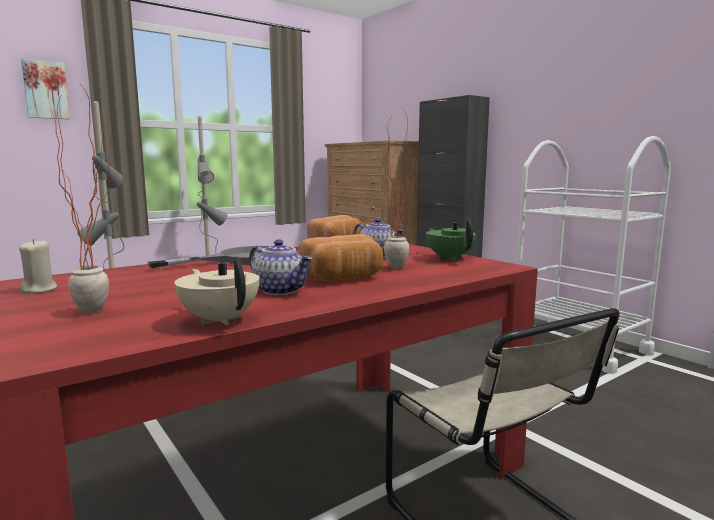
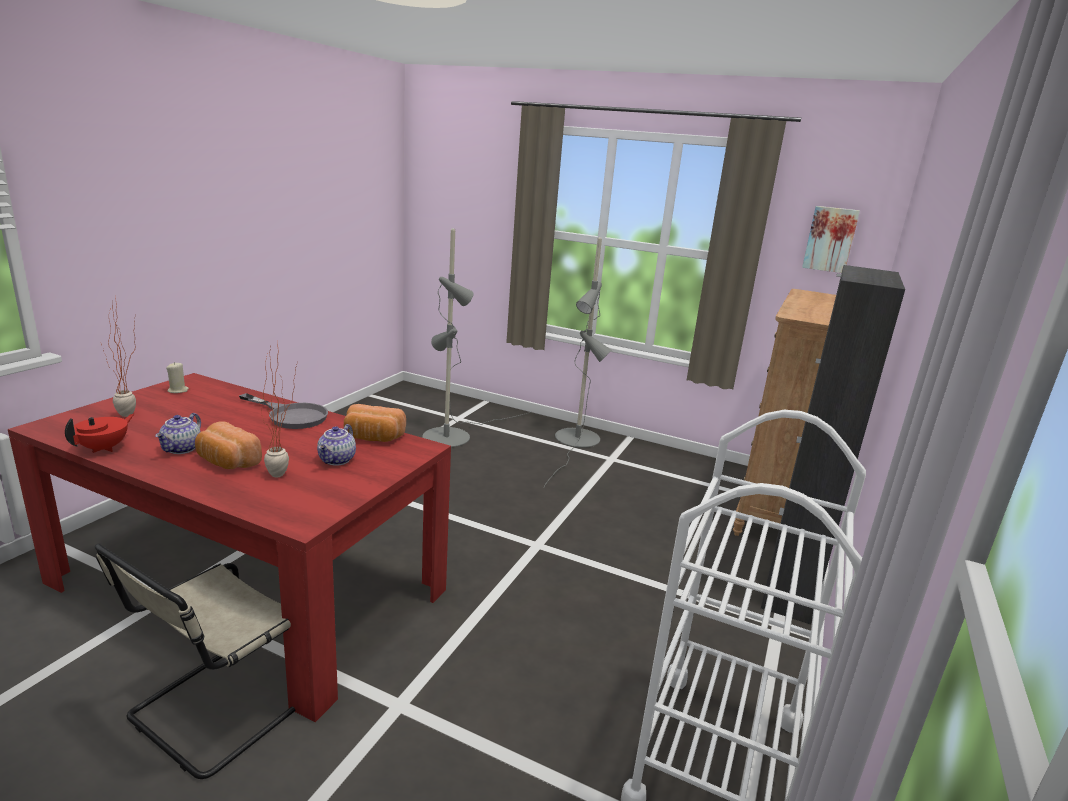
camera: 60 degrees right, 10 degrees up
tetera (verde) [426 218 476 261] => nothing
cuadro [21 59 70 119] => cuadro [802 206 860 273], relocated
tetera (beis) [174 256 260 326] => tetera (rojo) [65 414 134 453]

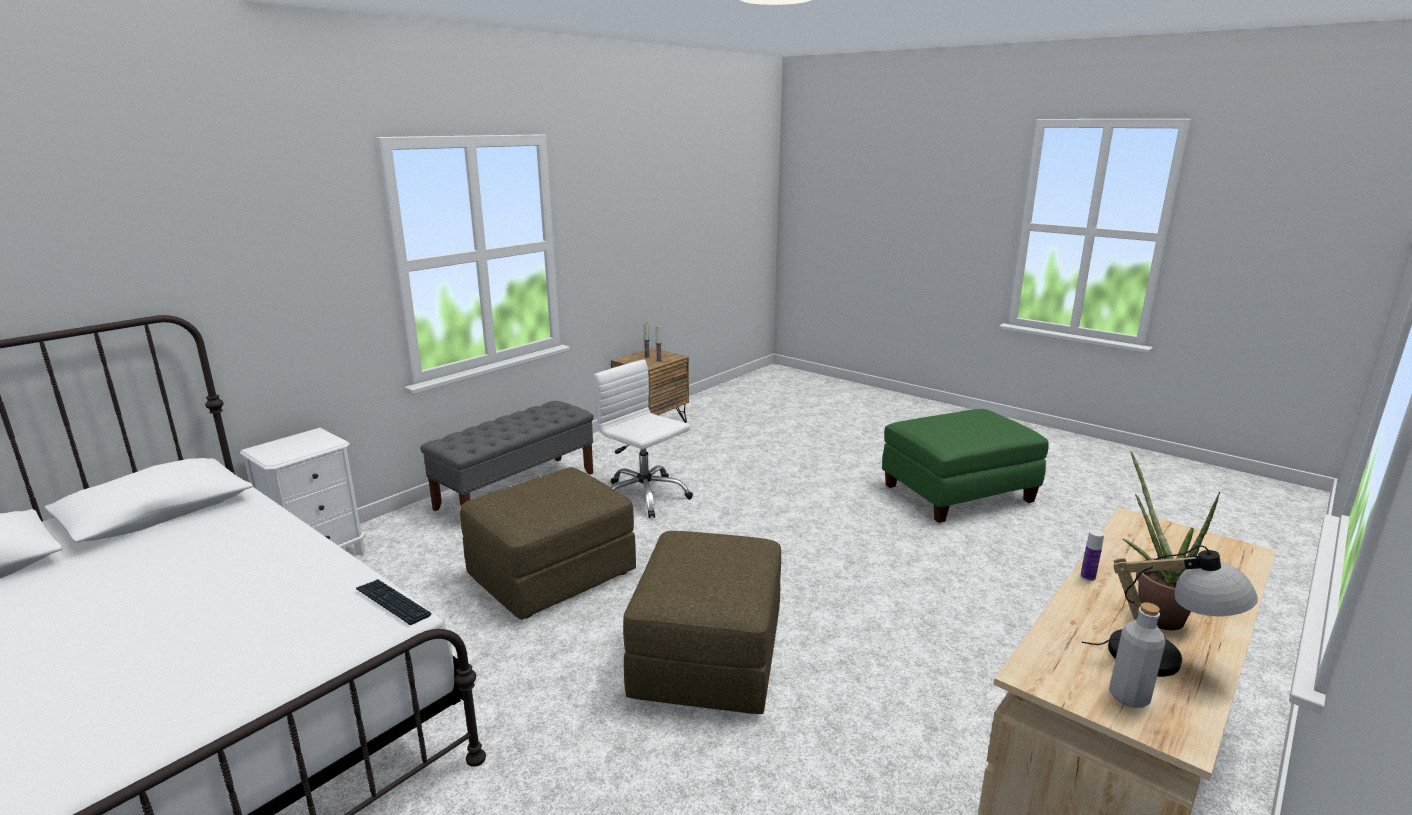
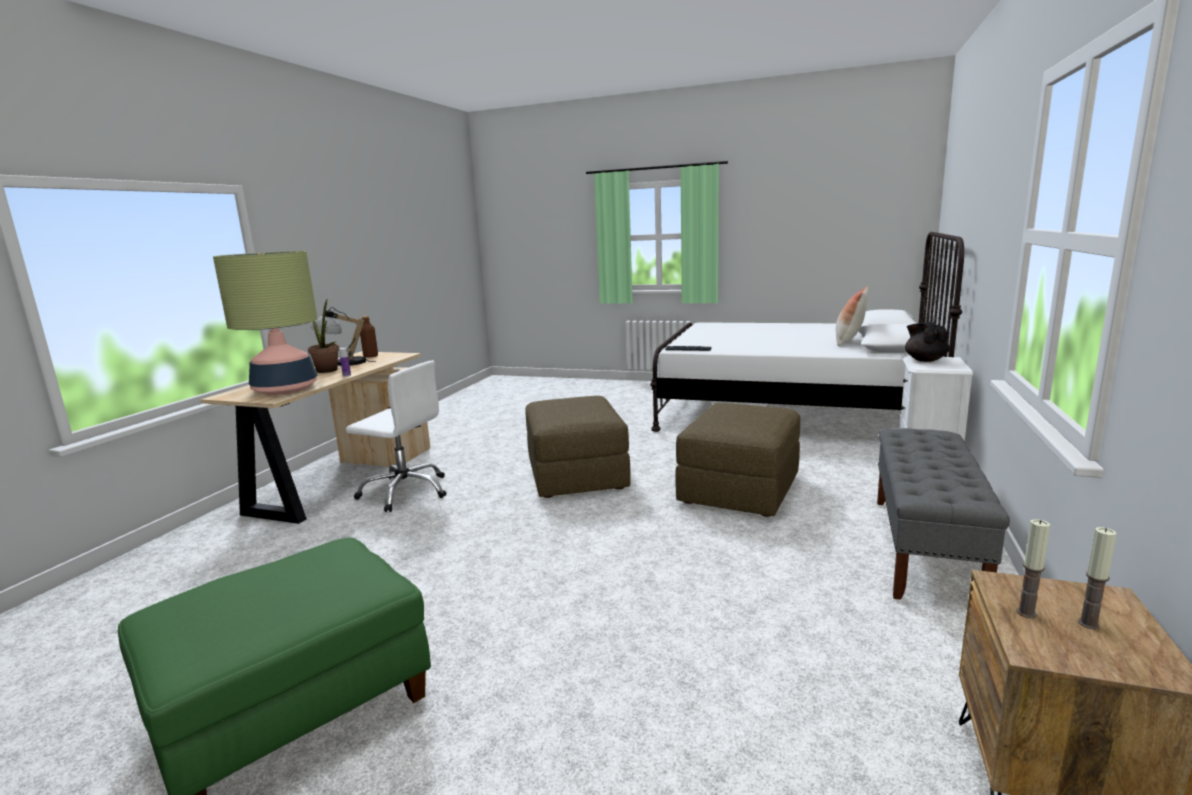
camera: 160 degrees right, 5 degrees down
nothing => lámpara de mesa [213 251 318 395]
nothing => cojín [836 286 868 346]
nothing => tetera (negro) [905 322 949 362]
silla de oficina (blanco) [594 359 693 518] => silla de oficina (blanco) [346 360 447 512], relocated
botella (gris) [1109 602 1165 708] => botella (marrón) [360 316 378 358]

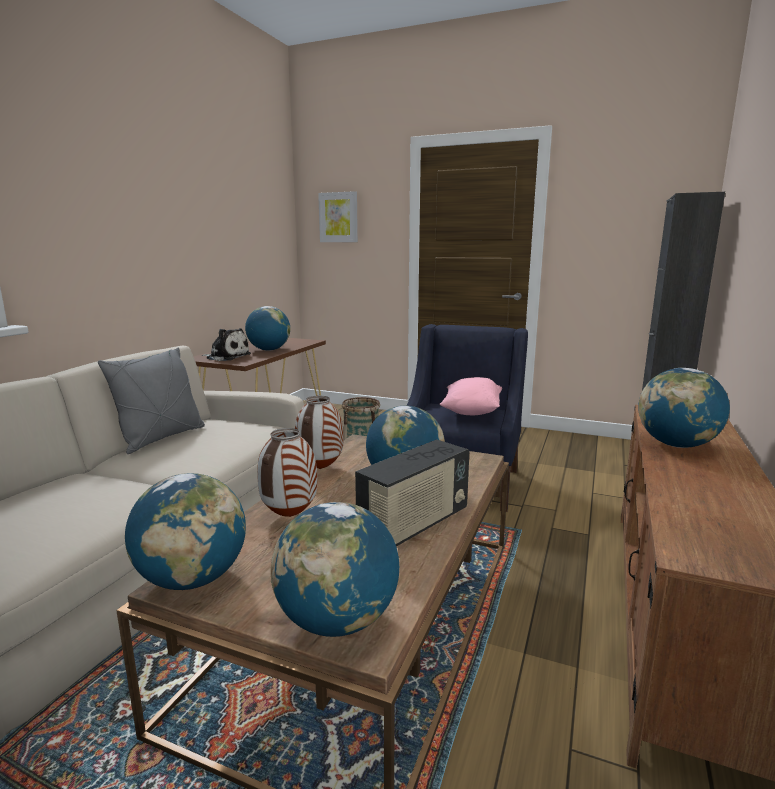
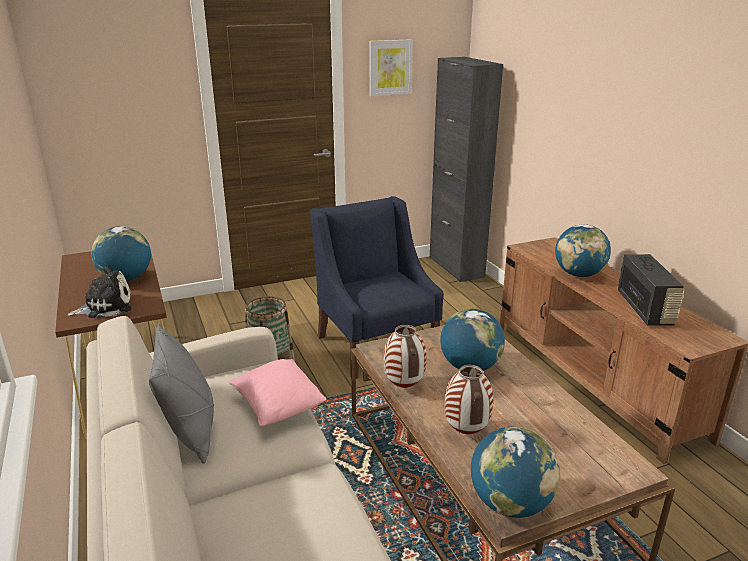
camera: 45 degrees left, 10 degrees up
globo terráqueo [271 502 399 637] => nothing
cuadro [318 191 358 242] => cuadro [369 39 413 96], relocated
radio [355 439 469 546] => radio [618 254 684 326], relocated
cojín (rosa) [440 377 502 415] => cojín (rosa) [228 359 326 426], relocated

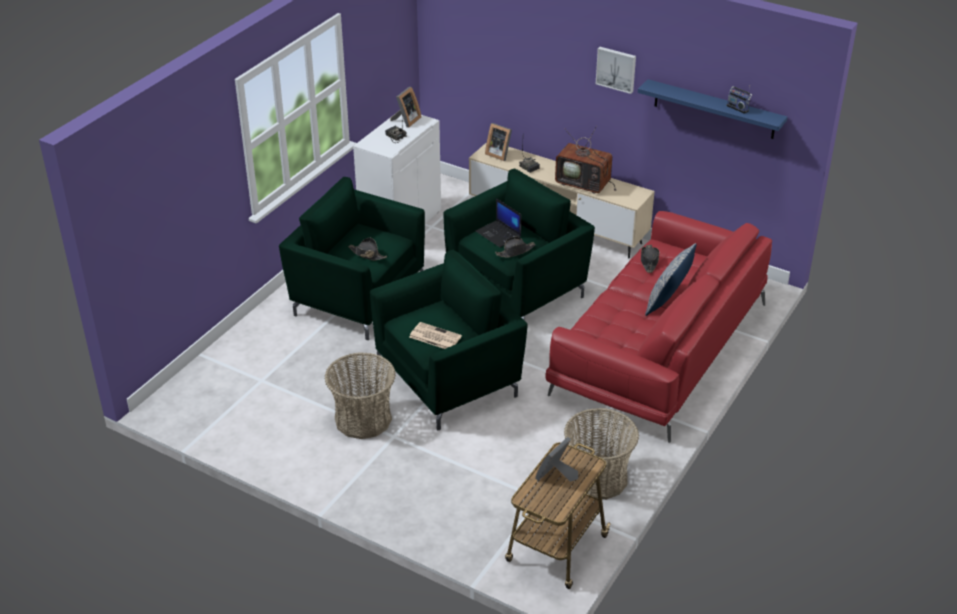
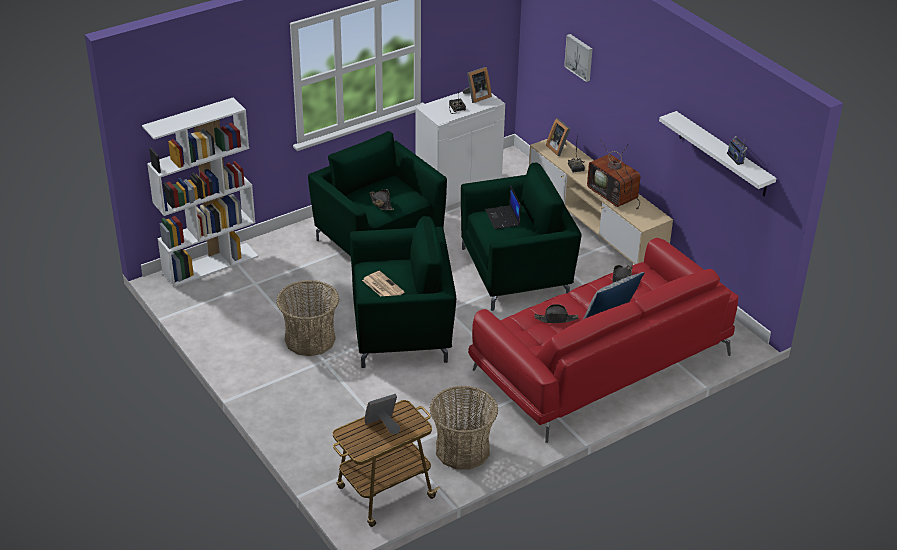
camera: 25 degrees right, 0 degrees up
nothing => estantería (blanco) [142 98 258 288]
sombrero (negro) [495 237 535 258] => sombrero (negro) [535 304 578 323], relocated
cuadro [596 47 636 94] => cuadro [564 34 592 82], relocated
estante (azul) [638 79 787 139] => estante (blanco) [659 111 776 197]

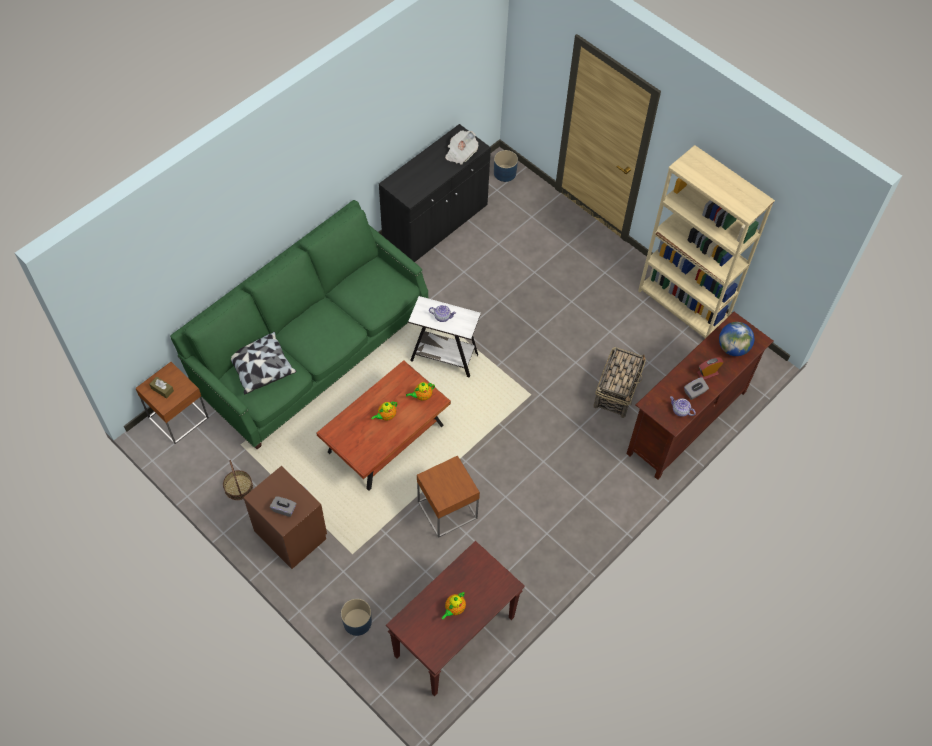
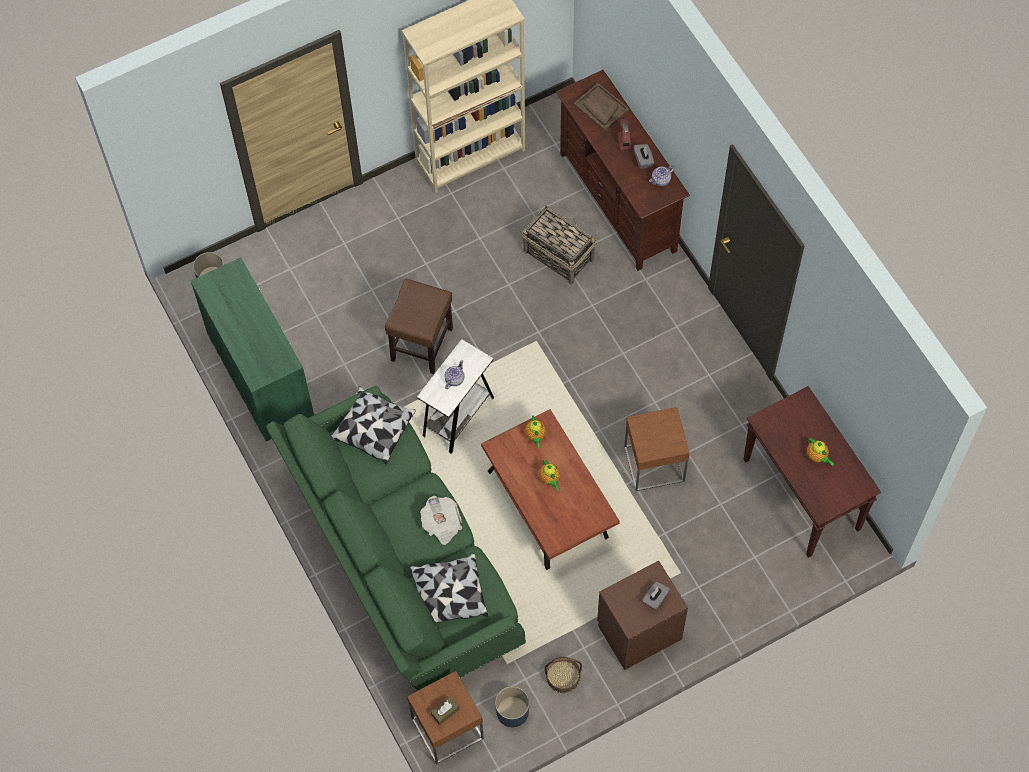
camera: 70 degrees left, 5 degrees up
nothing => cojín [331 386 416 464]
nothing => taburete (marrón) [385 279 453 374]
maceta (azul) [341 599 372 636] => maceta (azul) [495 686 529 727], relocated
periódico [445 130 478 165] => periódico [420 496 462 545], relocated
globo terráqueo [719 322 754 356] => bandeja (marrón) [573 83 629 132]
armario (negro) [379 124 491 262] => armario (verde) [191 257 314 441]

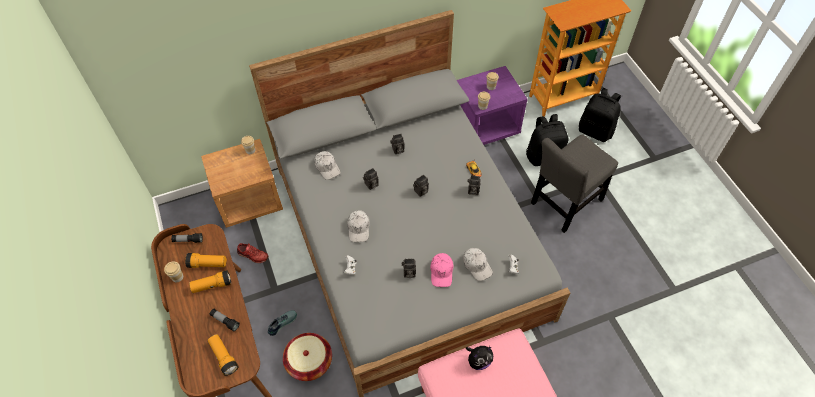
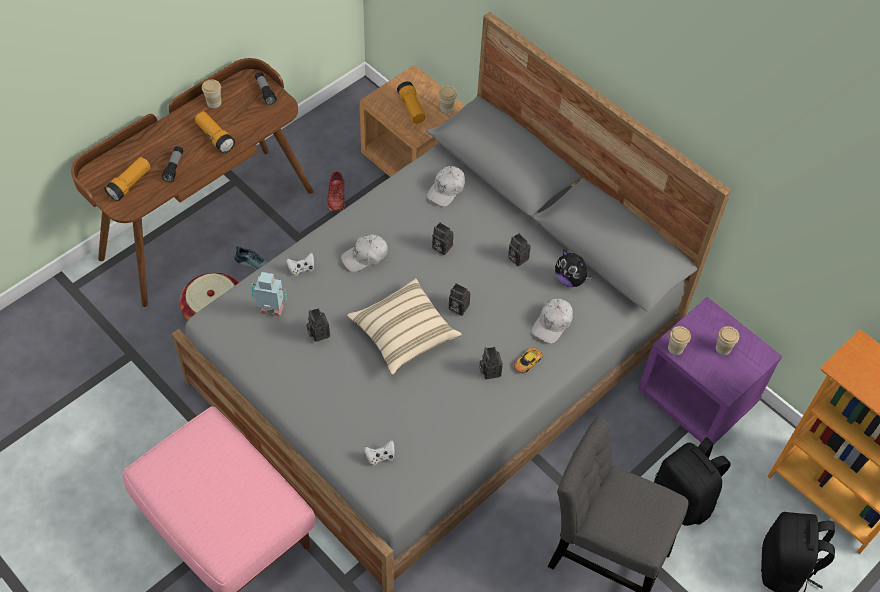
camera: 65 degrees right, 0 degrees up
gorra (rosa) [430 253 454 287] => nothing
nothing => robot de juguete [251 272 287 316]
nothing => cojín (beis) [347 278 462 375]
linterna [185 253 227 268] => linterna [397 81 425 123], relocated
gorra (blanco) [463 248 493 281] => gorra (blanco) [531 299 573 344], relocated
peluche [466 346 493 370] => peluche [555 250 592 287], relocated

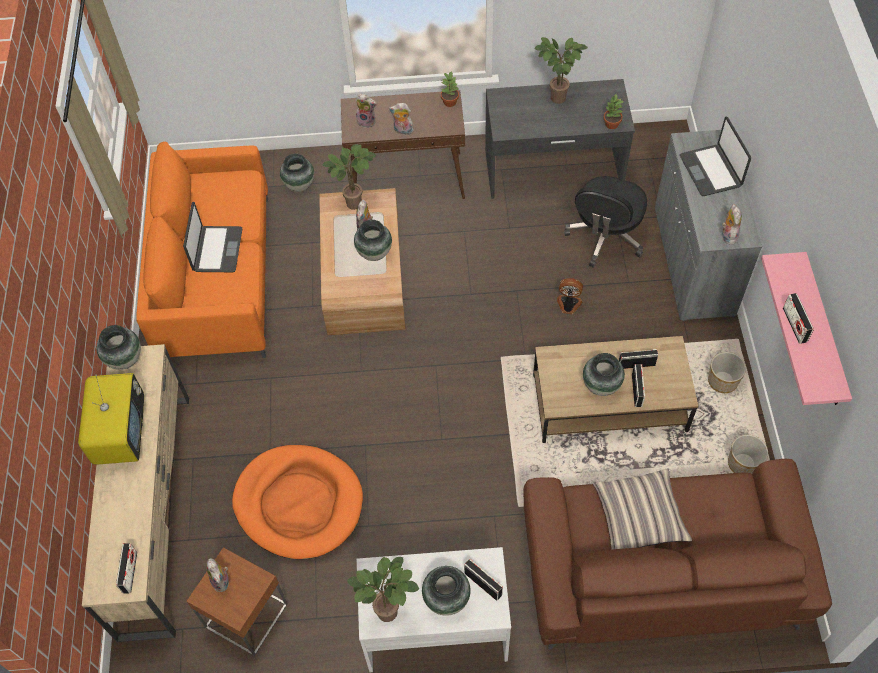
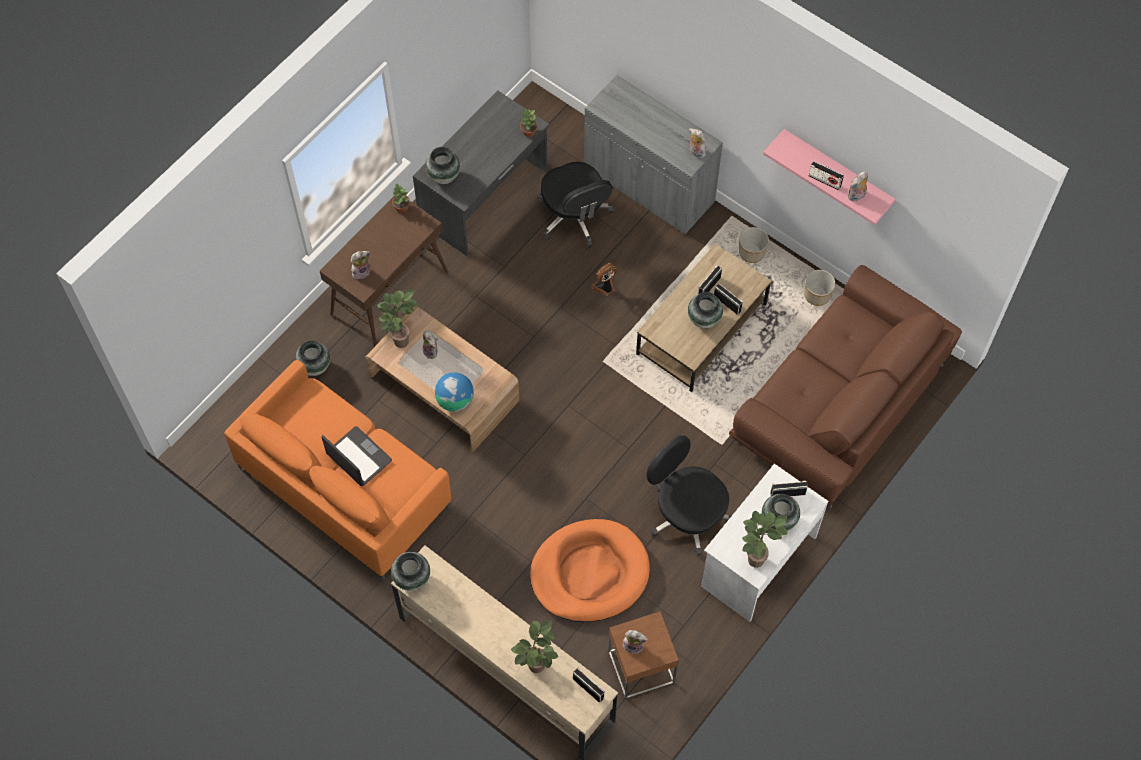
camera: 50 degrees left, 5 degrees up
televisor [78 373 144 465] => nothing
cojín [593 468 692 550] => nothing
portátil [680 117 751 196] => nothing
nothing => globo terráqueo [435 373 474 412]
nothing => silla de oficina (negro) [647 435 731 556]
florero [354 220 392 261] => florero [425 147 460 184], relocated
peluche [389 103 414 135] => peluche [848 172 868 202], relocated
planta en maceta [534 37 588 104] => planta en maceta [511 620 558 673], relocated

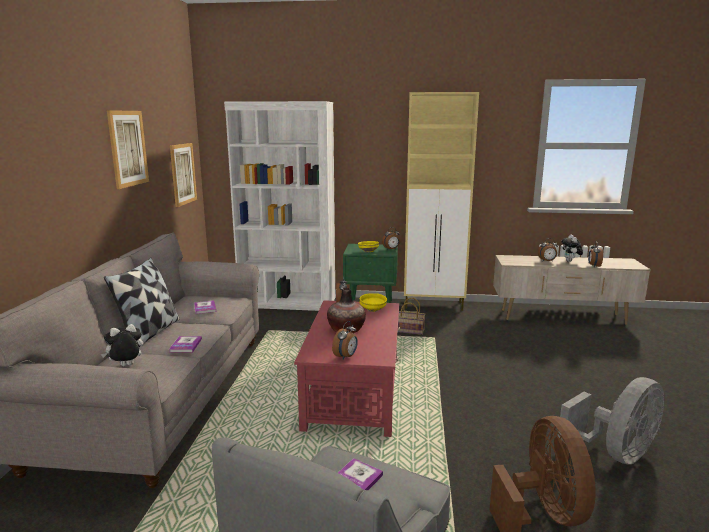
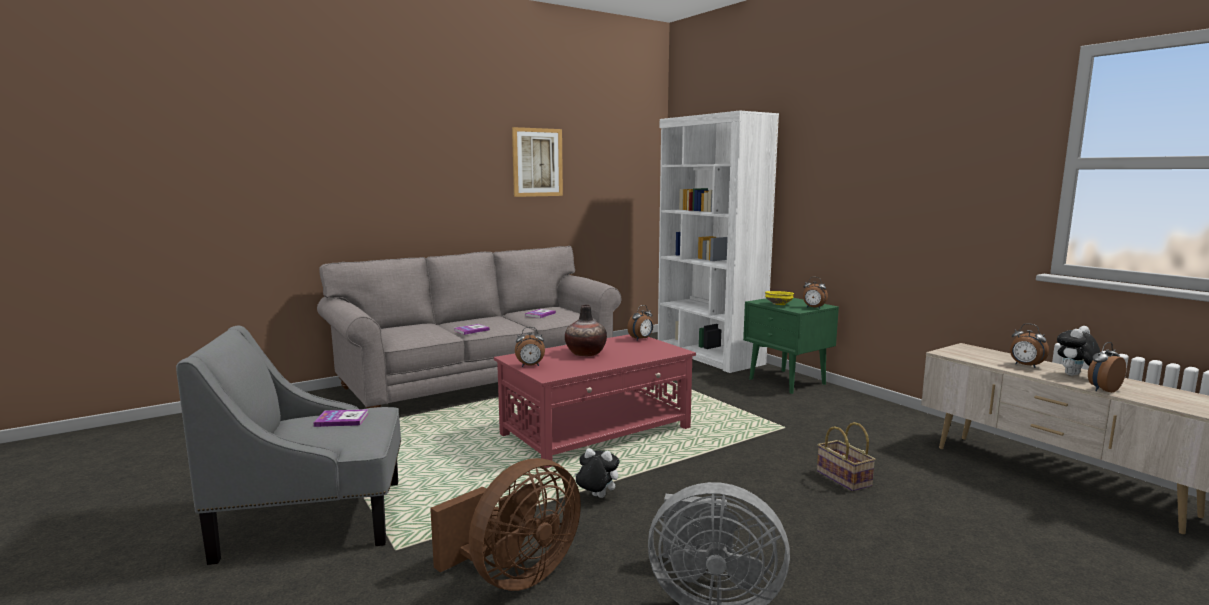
camera: 50 degrees right, 5 degrees down
cojín [104 258 179 347] => nothing
cuadro [170 143 197 207] => nothing
cuenco (amarillo) [359 293 387 312] => nothing
armario (beis) [404 92 479 311] => nothing
peluche [101 324 143 366] => peluche [574 448 619 498], relocated
cesta [398 298 426 335] => cesta [817 422 876 492], relocated

